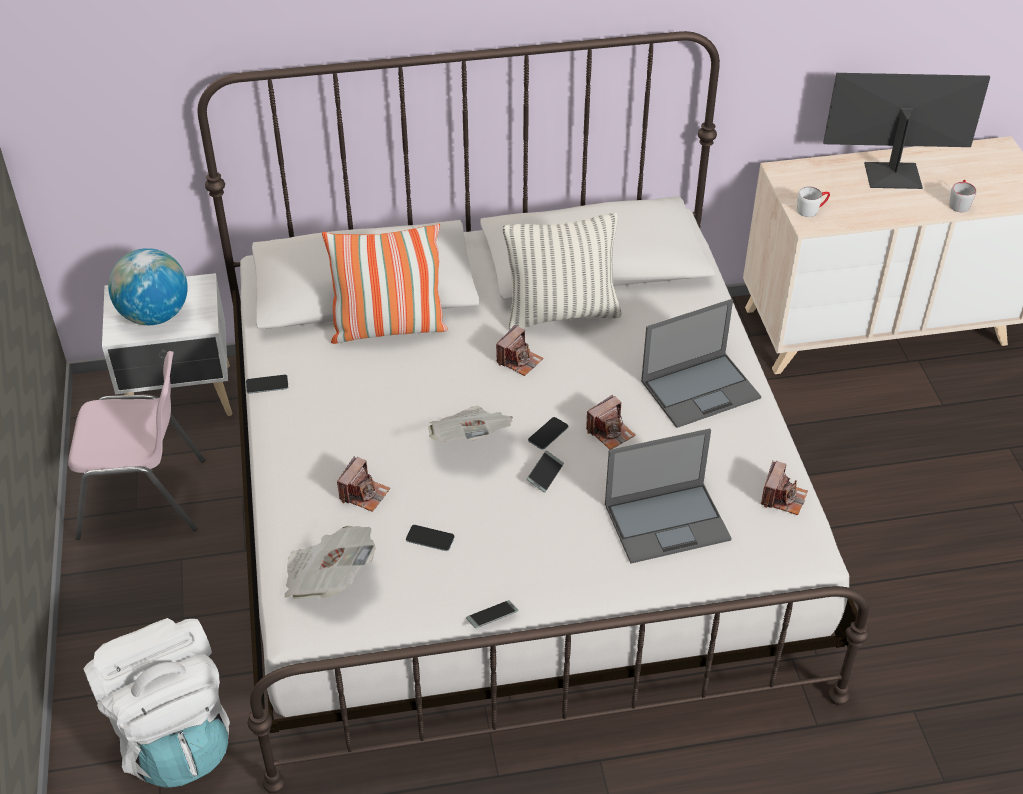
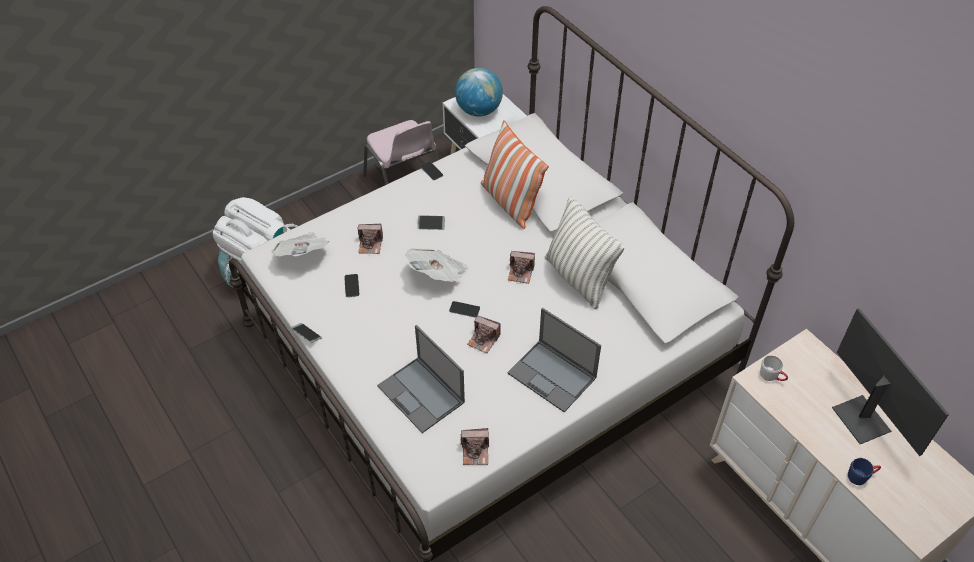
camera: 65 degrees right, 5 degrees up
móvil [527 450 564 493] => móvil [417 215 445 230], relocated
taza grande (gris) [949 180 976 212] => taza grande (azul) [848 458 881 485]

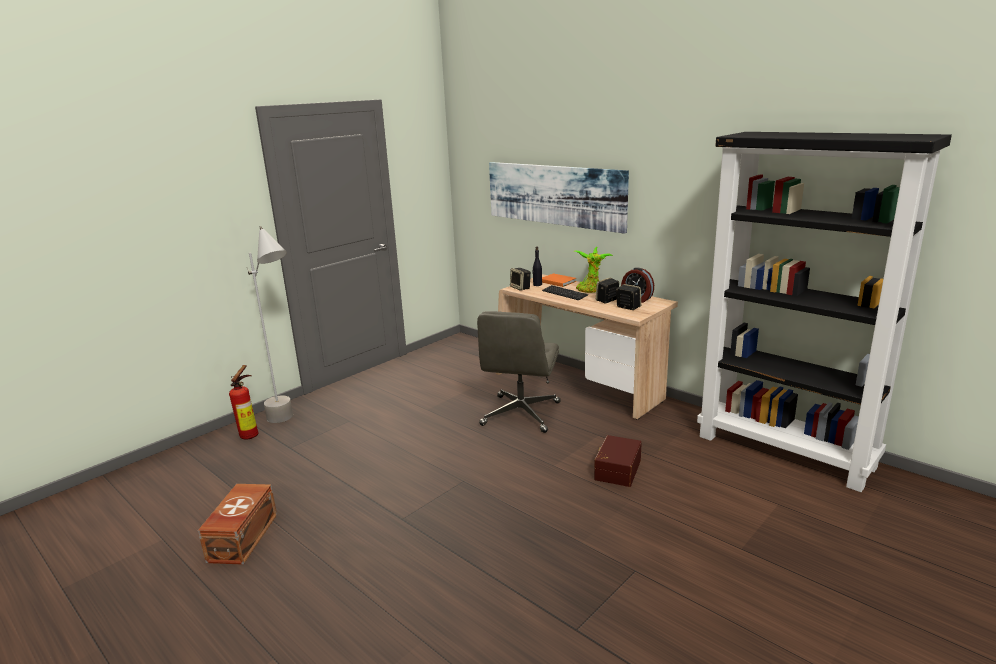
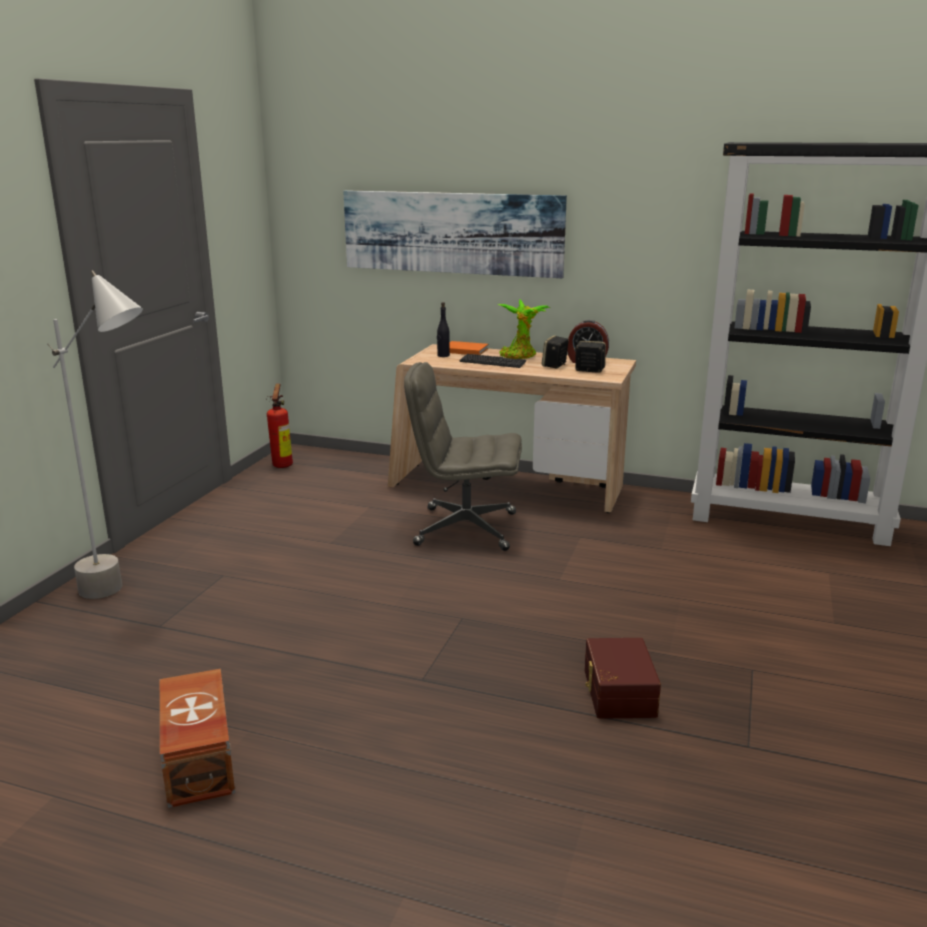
camera: 25 degrees left, 0 degrees up
altavoz [510 268 531 291] => nothing
extintor [229 365 259 440] => extintor [266 384 293 468], relocated
caja de almacenaje (marrón) [594 435 642 487] => caja de almacenaje (marrón) [585 638 661 719], relocated
silla de oficina (gris) [477 311 561 433] => silla de oficina (gris) [404 362 522 551], 105 degrees clockwise

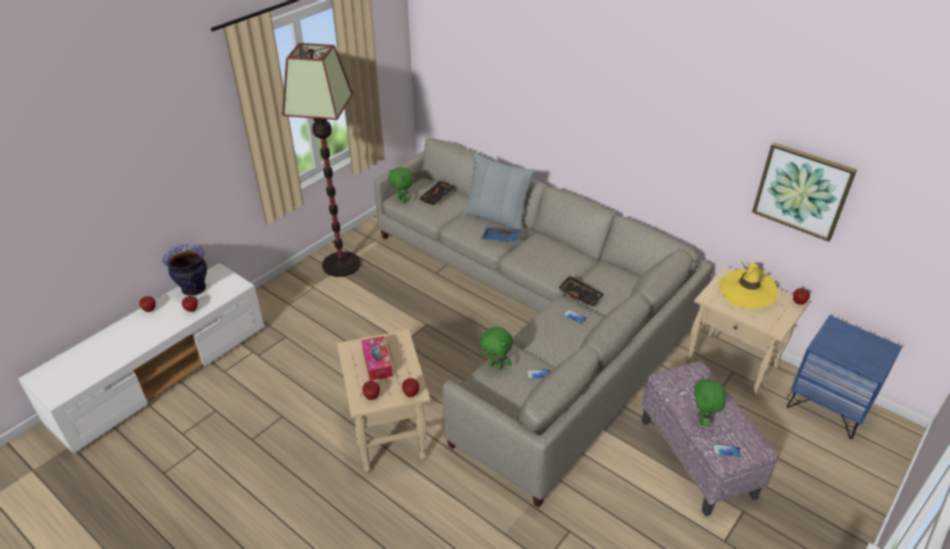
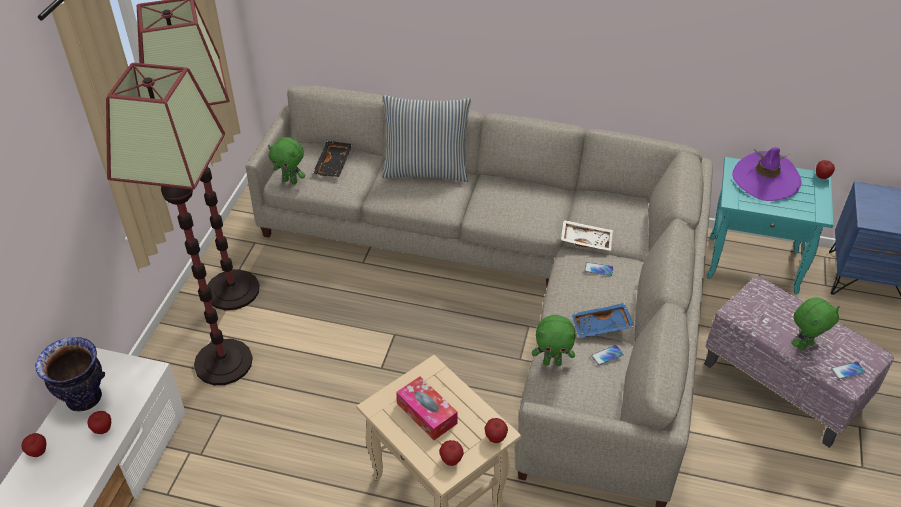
camera: 25 degrees left, 5 degrees up
cuadro [752 142 857 242] => nothing
nothing => lámpara de pie [106 63 253 385]
bandeja (azul) [481 227 522 241] => bandeja (azul) [572 303 634 338], relocated
bandeja (negro) [558 276 604 307] => bandeja (blanco) [561 220 613 251]
mesa auxiliar (beis) [686 266 809 397] => mesa auxiliar (turquesa) [707 157 834 295]
sombrero (amarillo) [719 261 778 308] => sombrero (morado) [732 147 802 201]
peluche (verde) [694 376 726 427] => peluche (verde) [792 297 840 350], 105 degrees counterclockwise

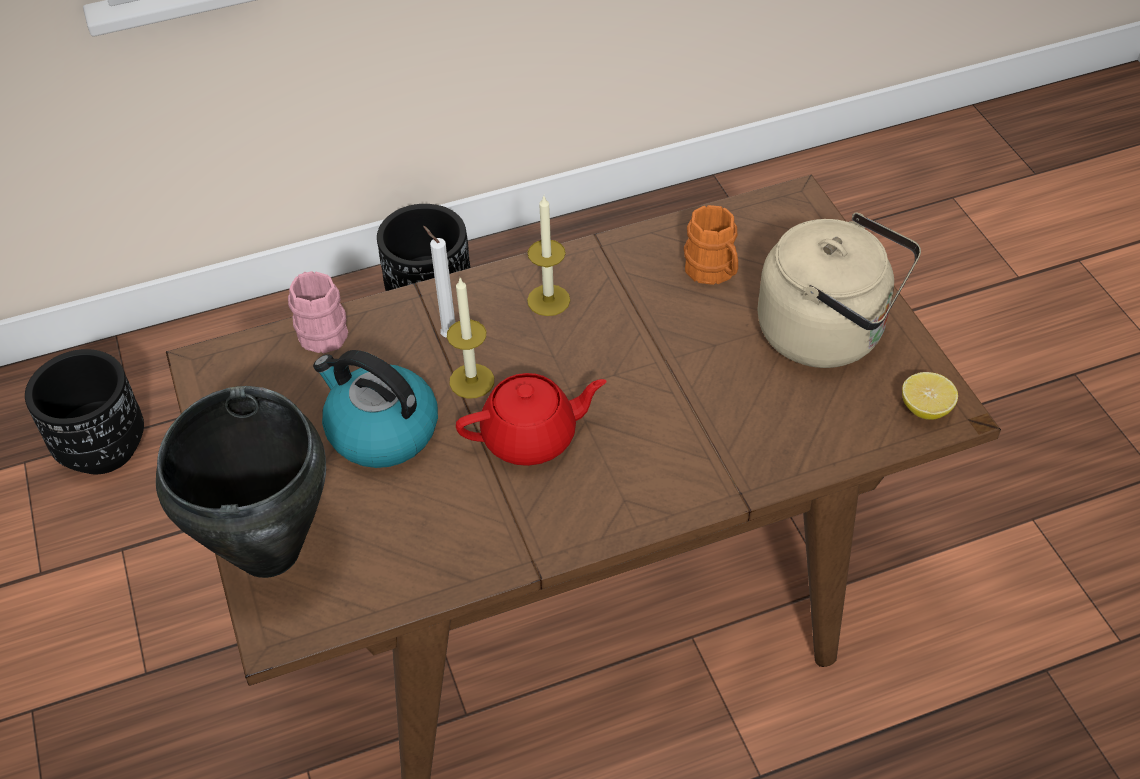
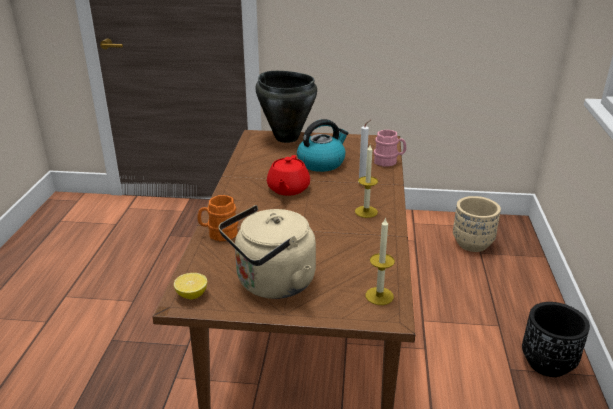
camera: 115 degrees right, 20 degrees down
vela [447 278 494 398] => vela [366 217 395 305], relocated
taza grande (naranja) [684 205 738 285] => taza grande (naranja) [198 195 238 241], relocated
maceta (negro) [25 349 144 474] => maceta (beis) [453 196 501 252]

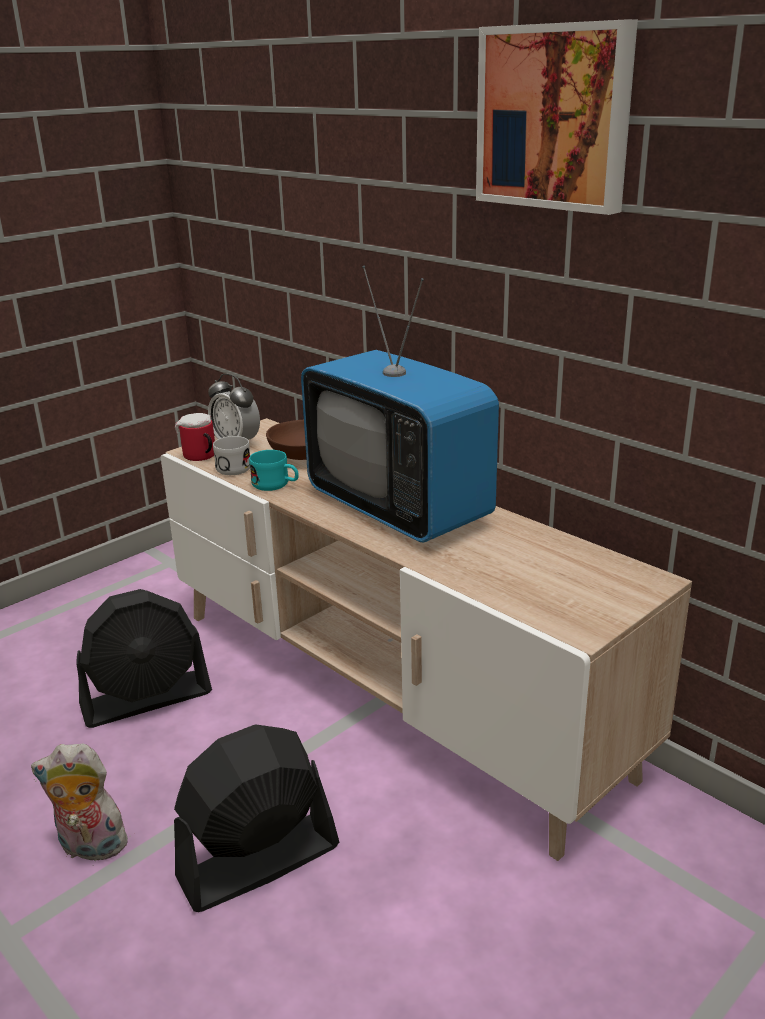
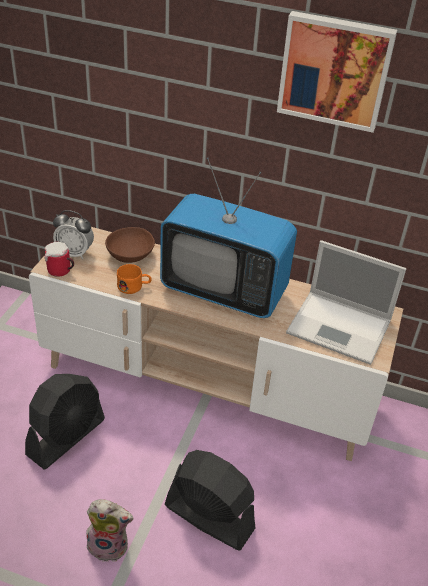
camera: 30 degrees left, 15 degrees up
taza grande (blanco) [213 436 250 475] => nothing
nothing => portátil [286 240 407 365]
taza grande (turquesa) [249 450 299 491] => taza grande (naranja) [117 264 152 294]
peluche [31 743 128 863] => peluche [86 499 134 562], 150 degrees counterclockwise
ventilador (negro) [174 724 339 912] => ventilador (negro) [165 450 255 550], 90 degrees clockwise

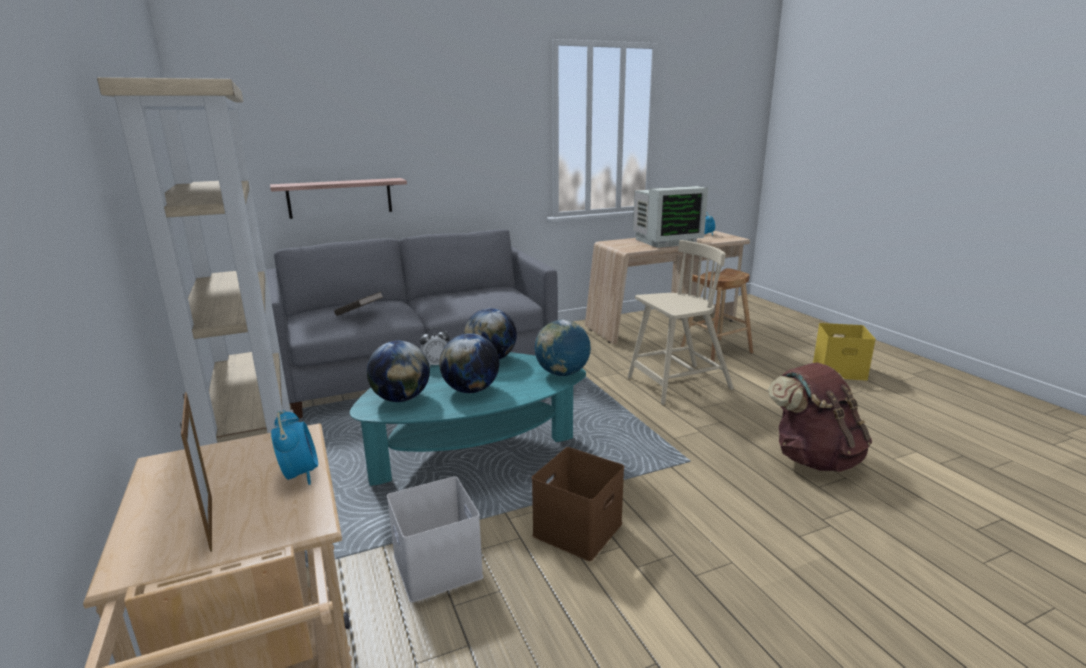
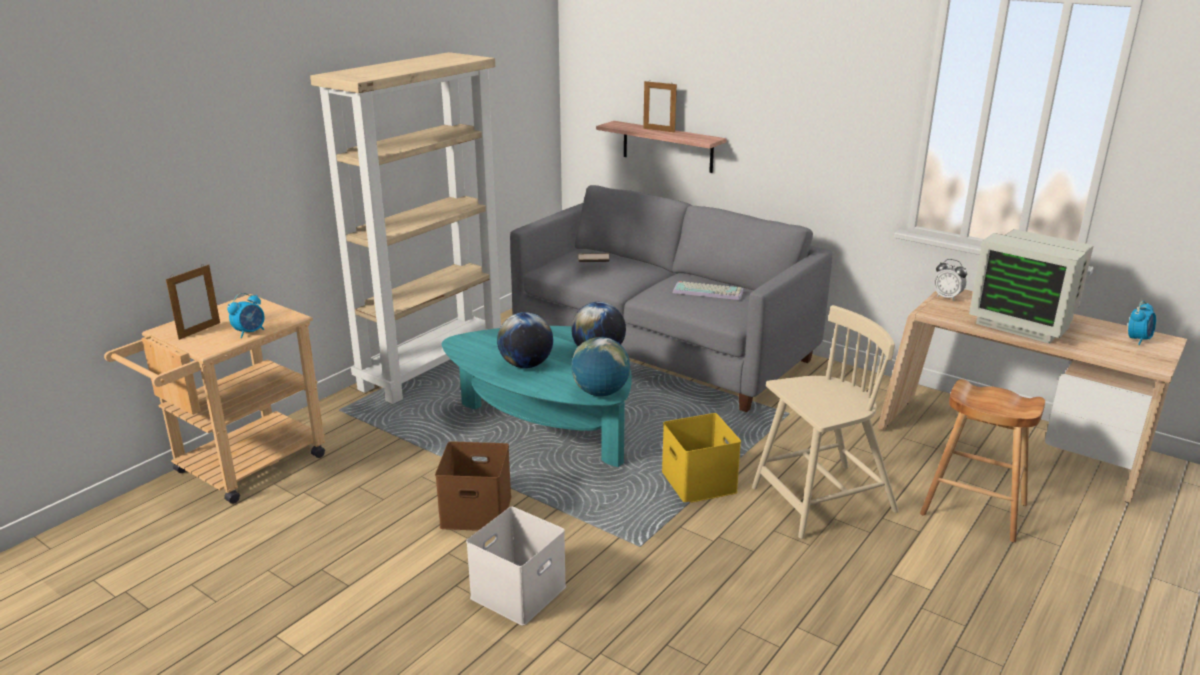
camera: 60 degrees right, 5 degrees up
globo terráqueo [367 341 430 402] => nothing
mochila (marrón) [768 362 872 472] => nothing
nothing => portarretratos [643 80 677 133]
nothing => teclado [673 281 744 300]
caja de almacenaje (blanco) [387 476 483 603] => caja de almacenaje (blanco) [466 507 566 626], relocated
despertador [420 328 449 367] => despertador [933 259 967 301], relocated
caja de almacenaje (amarillo) [813 323 876 381] => caja de almacenaje (amarillo) [662 413 741 503], relocated
silla (beis) [628 240 734 404] => silla (beis) [752 305 899 539], 60 degrees counterclockwise

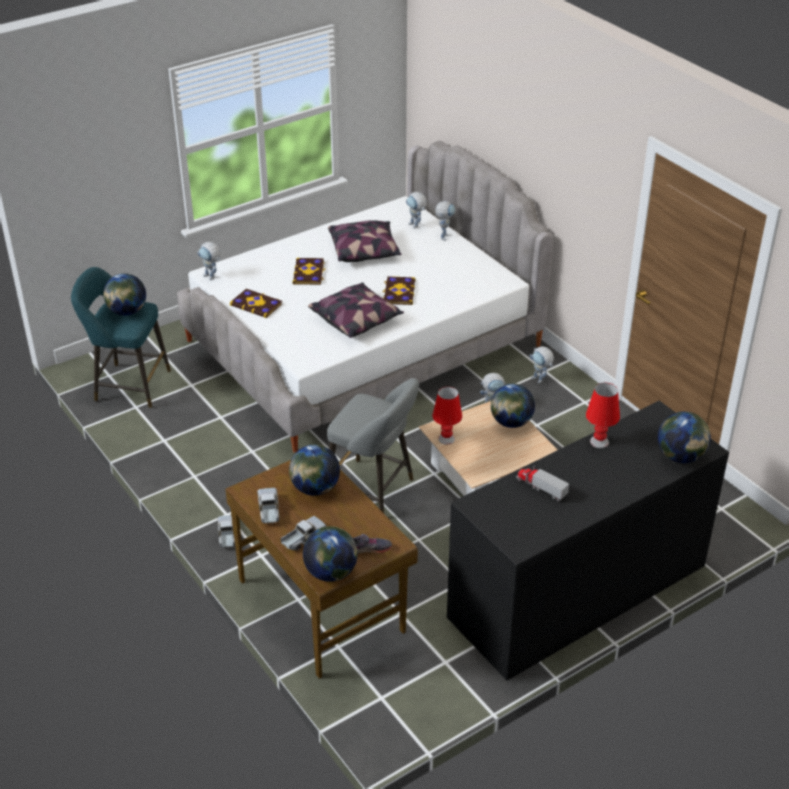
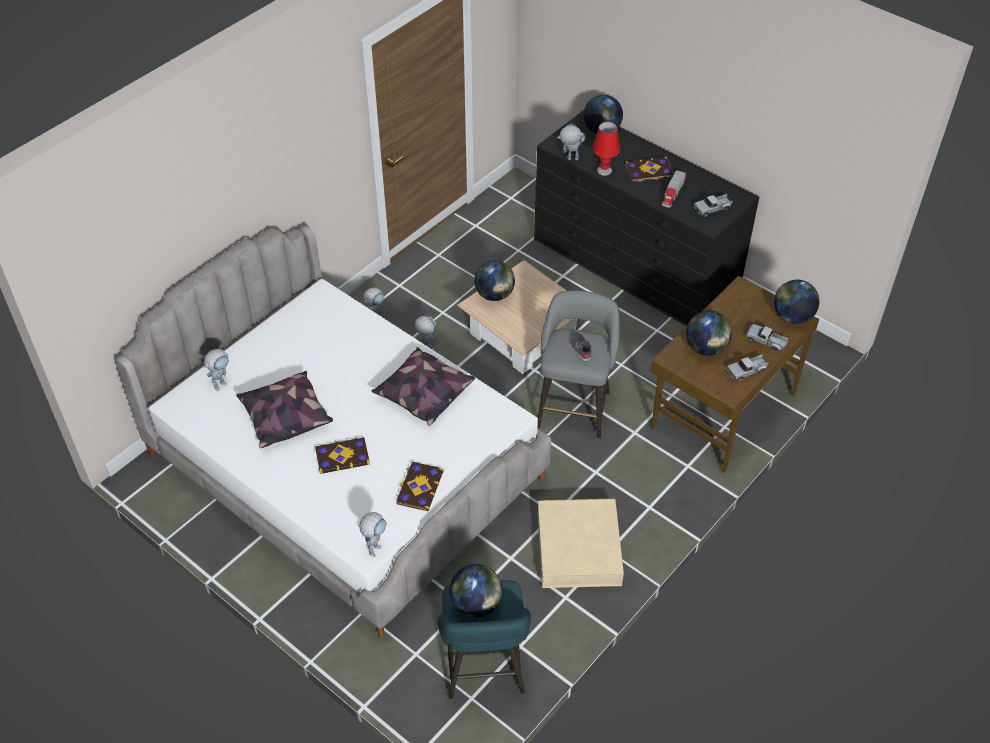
camera: 105 degrees left, 10 degrees up
lámpara de mesa (rojo) [432 387 462 445] => nothing
nothing => caja de almacenaje (beis) [538 499 624 588]
camión de juguete [217 515 235 548] => camión de juguete [694 194 733 217], relocated
zapato (gris) [353 533 392 554] => zapato (gris) [571 333 592 362], relocated
libro [382 276 416 305] => libro [625 157 674 182], relocated
robot de juguete [435 201 455 241] => robot de juguete [557 124 585 160], relocated

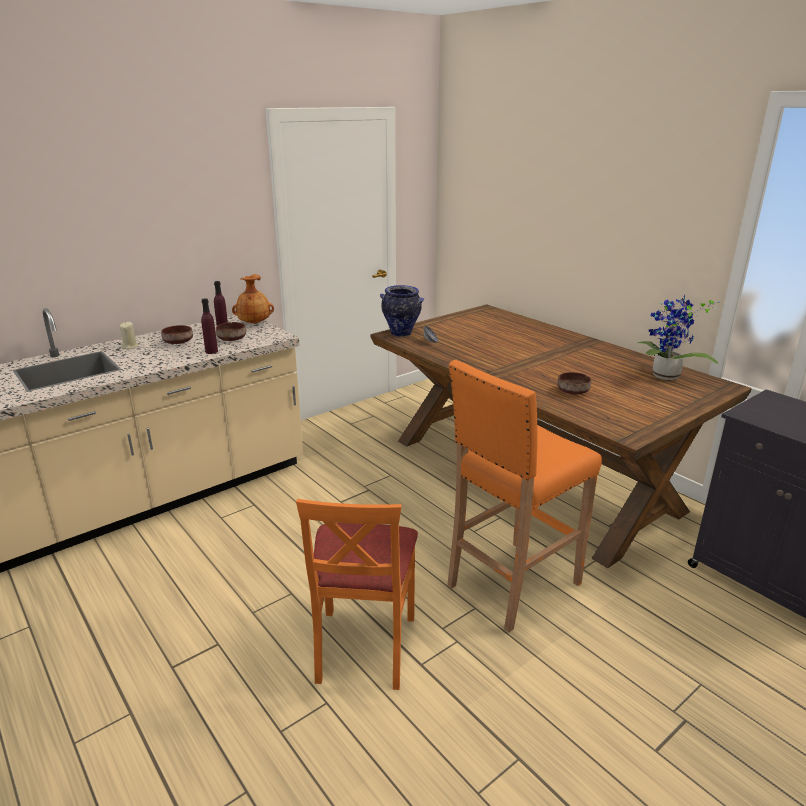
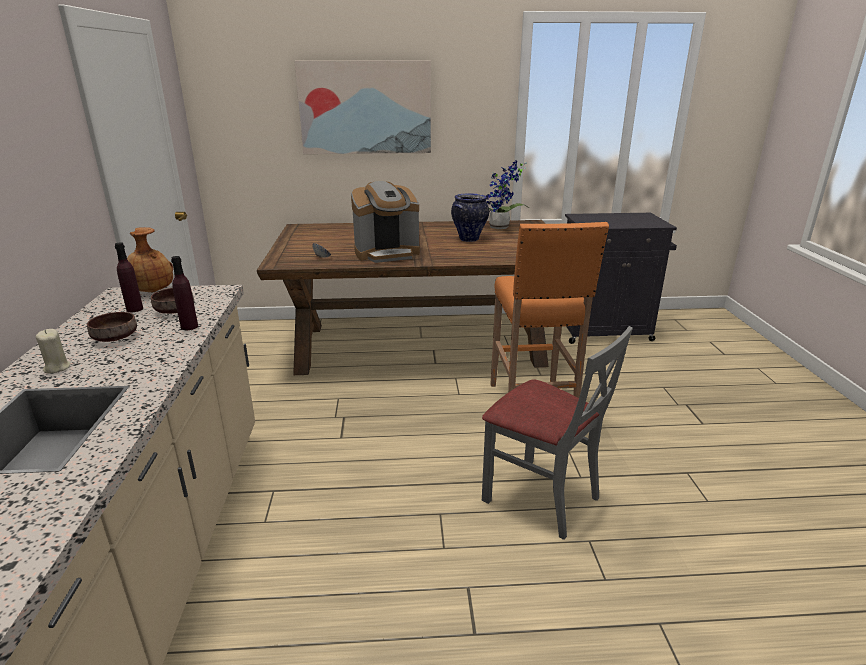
camera: 55 degrees left, 0 degrees up
cuenco (marrón) [557 372 591 395] => nothing
nothing => cuadro [294 60 431 154]
nothing => cafetera [351 181 420 263]
florero [380 285 424 337] => florero [451 193 489 242], relocated
silla (naranja) [296 499 418 690] => silla (gris) [482 326 633 540]

